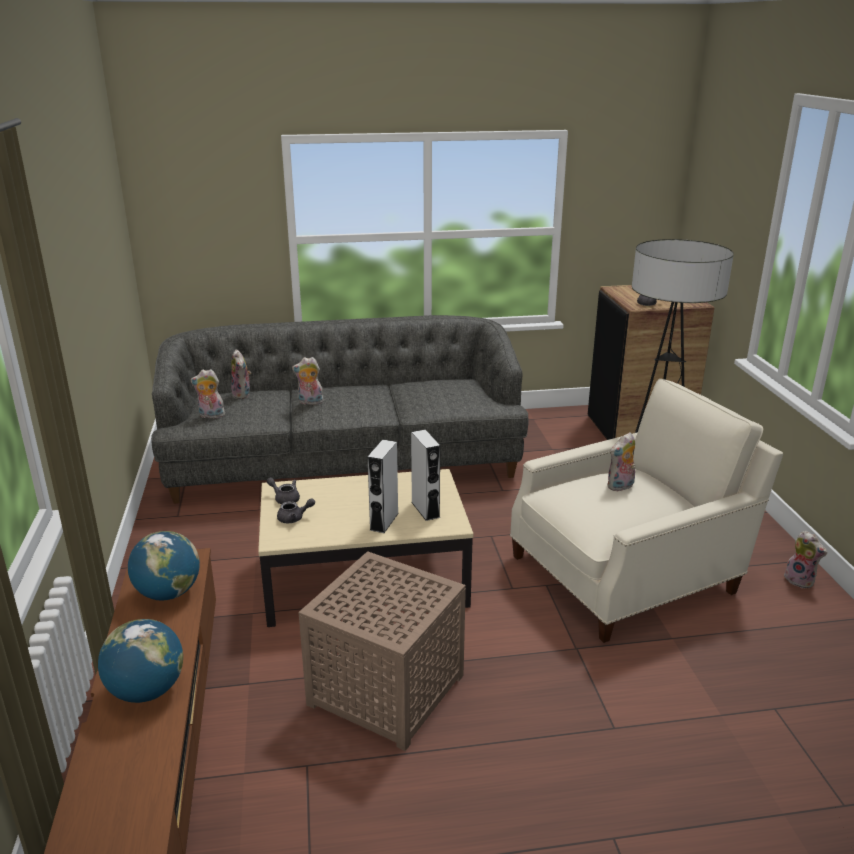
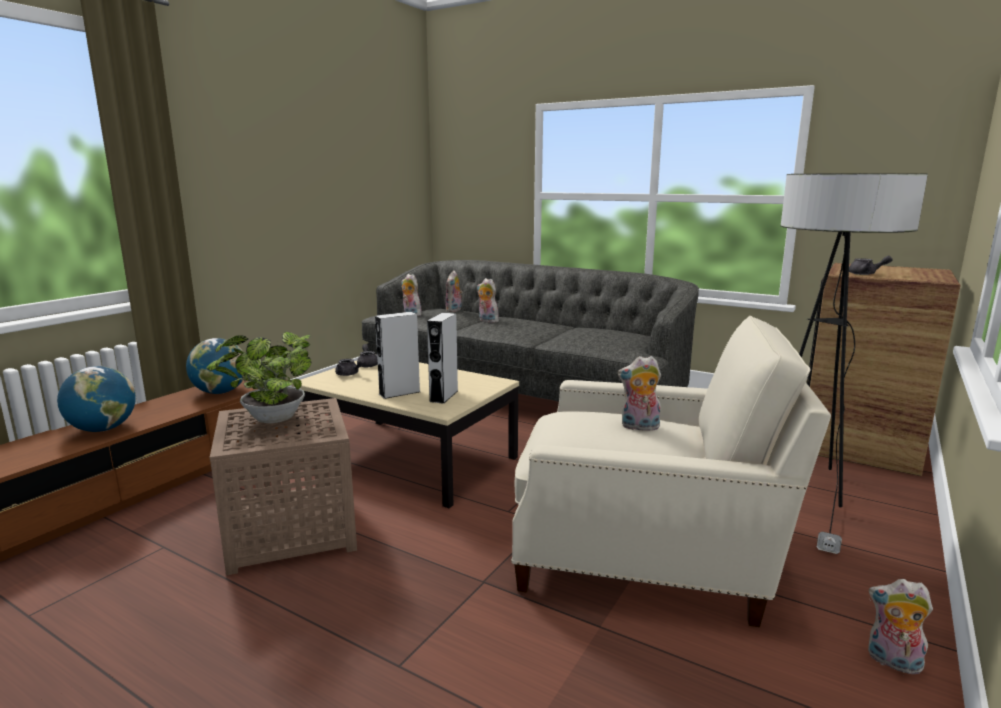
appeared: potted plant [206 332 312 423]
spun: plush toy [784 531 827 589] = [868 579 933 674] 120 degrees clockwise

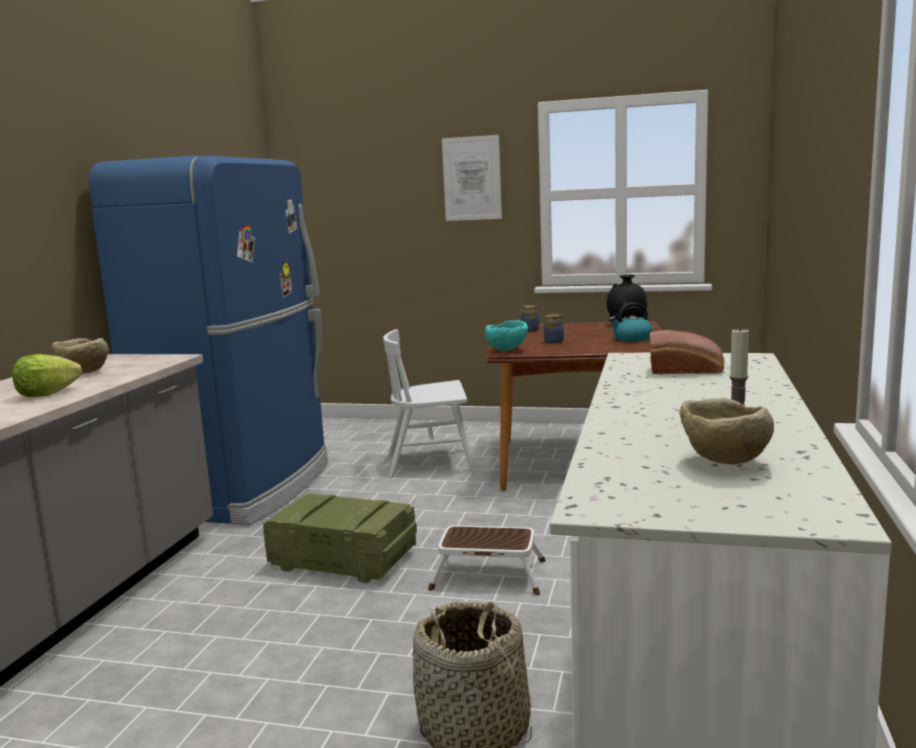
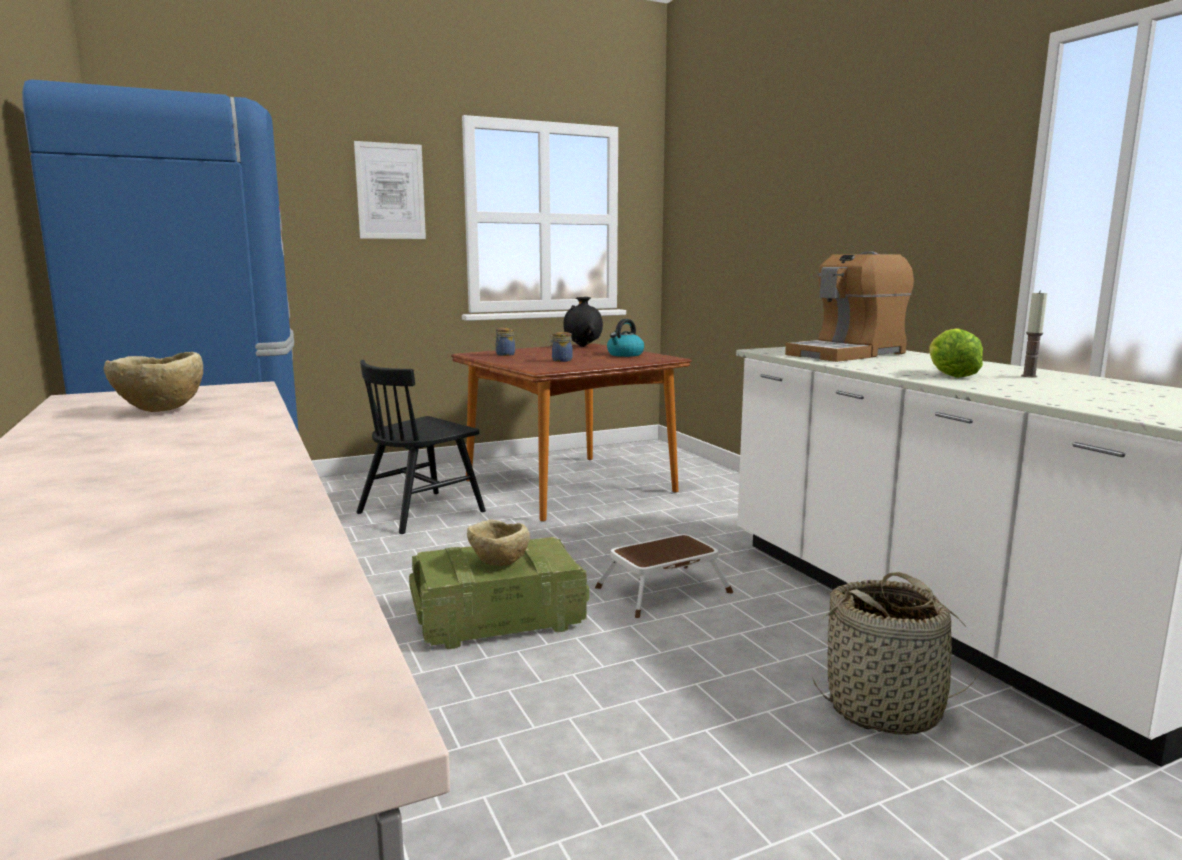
missing: bowl (turquoise) [485 320 528 351]
relocated: lettuce [12 354 82 397] to [929 328 983 378]; bowl (beige) [680 398 774 465] to [467 519 530 566]
exchanged: bread [650 330 724 374] to coffee machine [785 252 914 362]
colour: chair (white) [383 329 475 478] to chair (black) [356 360 486 534]

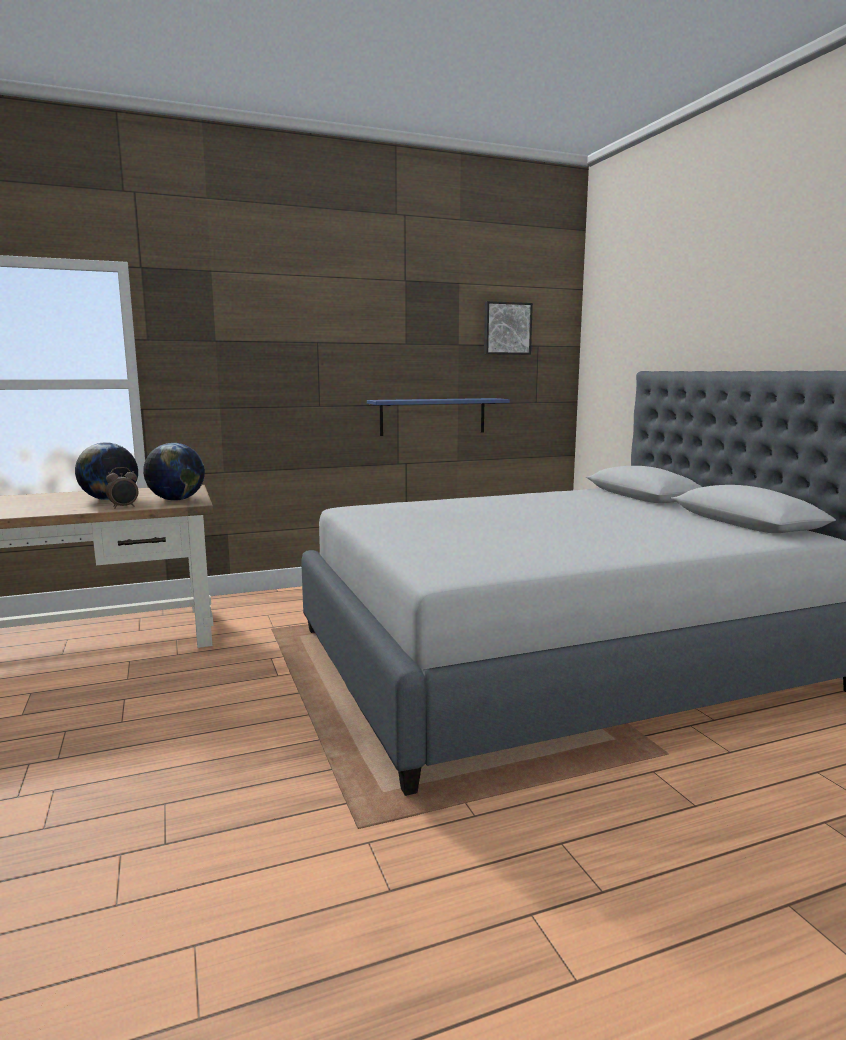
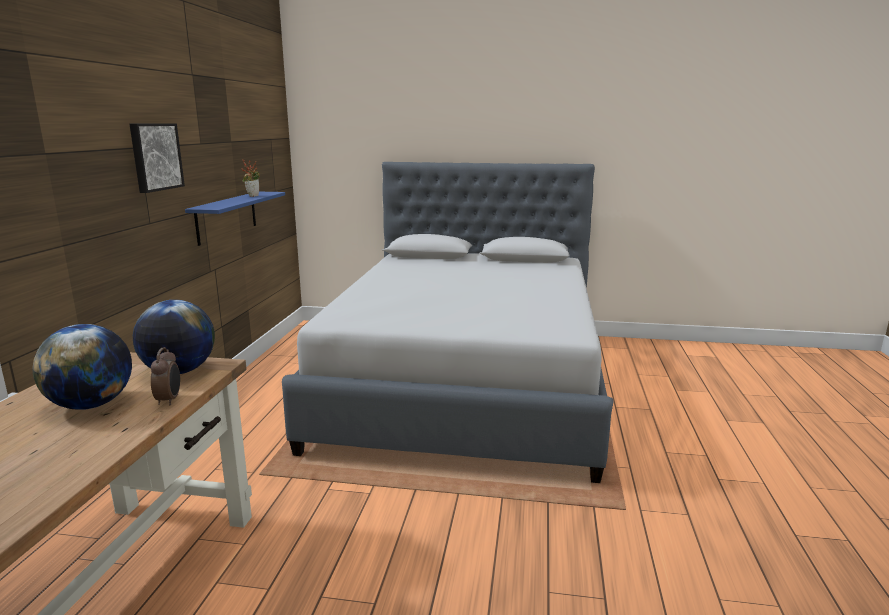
appeared: potted plant [242 159 260 197]
relocated: picture [484 301 533 355] to [129 123 185 193]

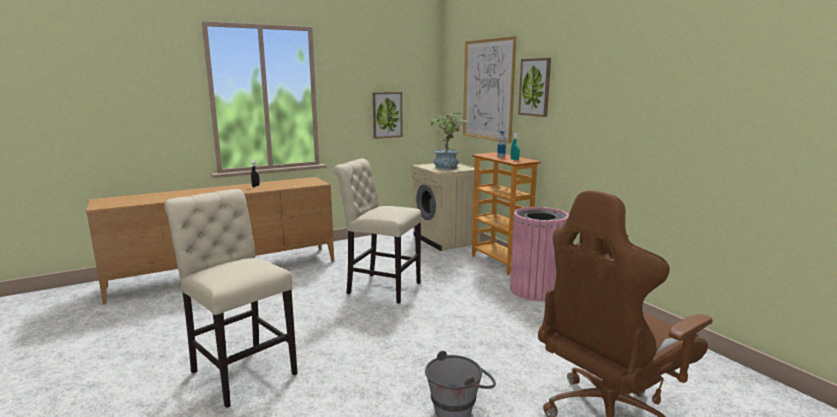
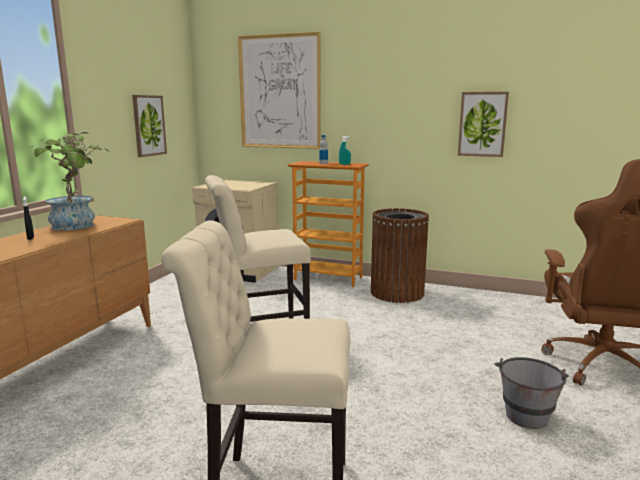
relocated: potted plant [431 113 467 169] to [32 132 109 231]; picture [518 58 551 117] to [458 92 509 157]
colour: trash can (pink) [510 207 569 301] to trash can (brown) [371 208 429 303]

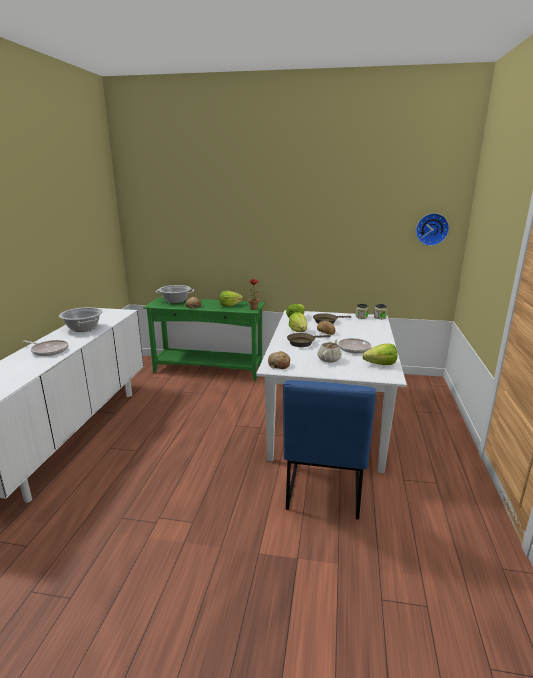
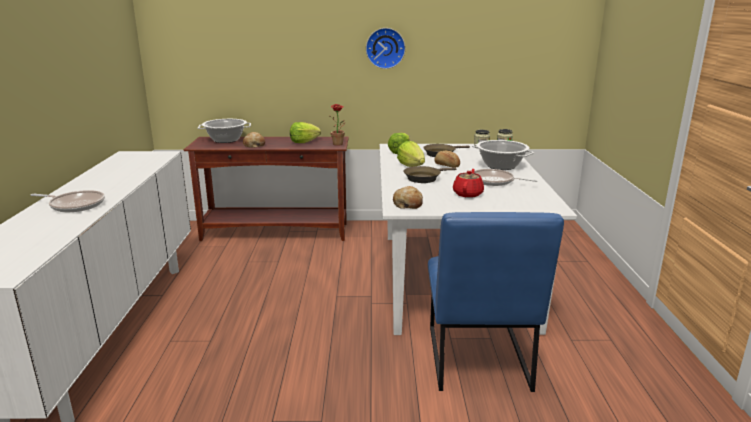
missing: lettuce [362 344 398 365]
relocated: cooking pot [59 307 103 332] to [472 140 534 170]; wall clock [416 213 449 246] to [366 28 405 69]
colour: console table (green) [143 297 265 381] to console table (brown) [184 137 349 241]; teapot (beige) [317 339 342 362] to teapot (red) [453 169 484 198]

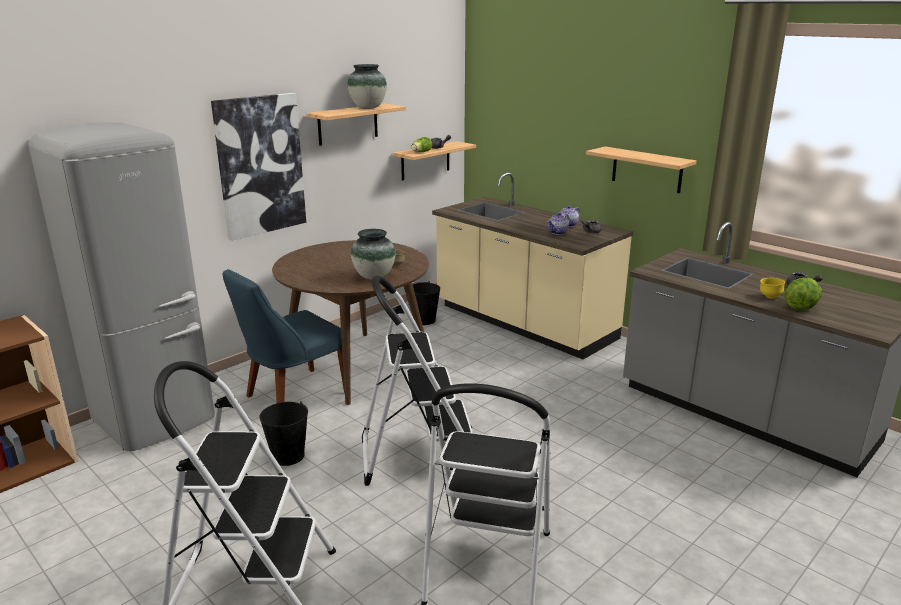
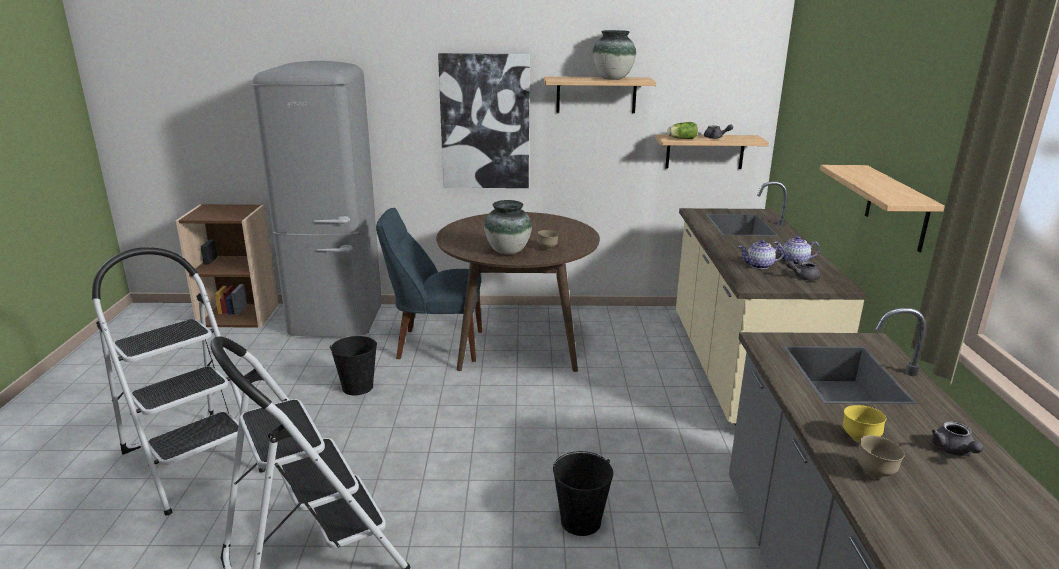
missing: step ladder [362 275 473 486]
relocated: bucket (black) [413 281 440 325] to [553 451 613 536]
exchanged: lettuce [784 278 822 310] to bowl (brown) [856 435 905 478]

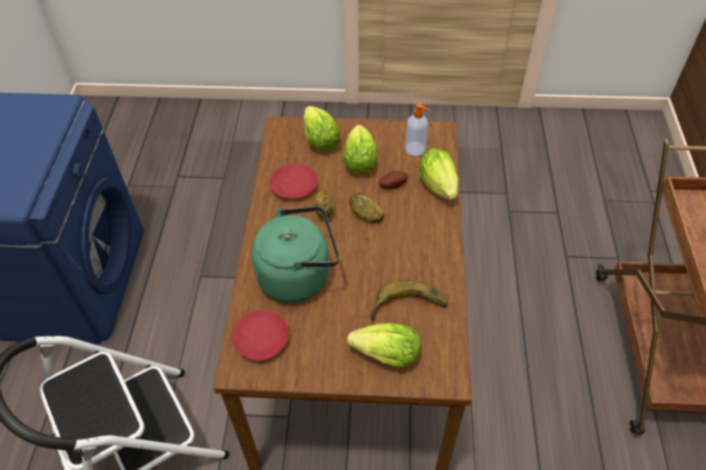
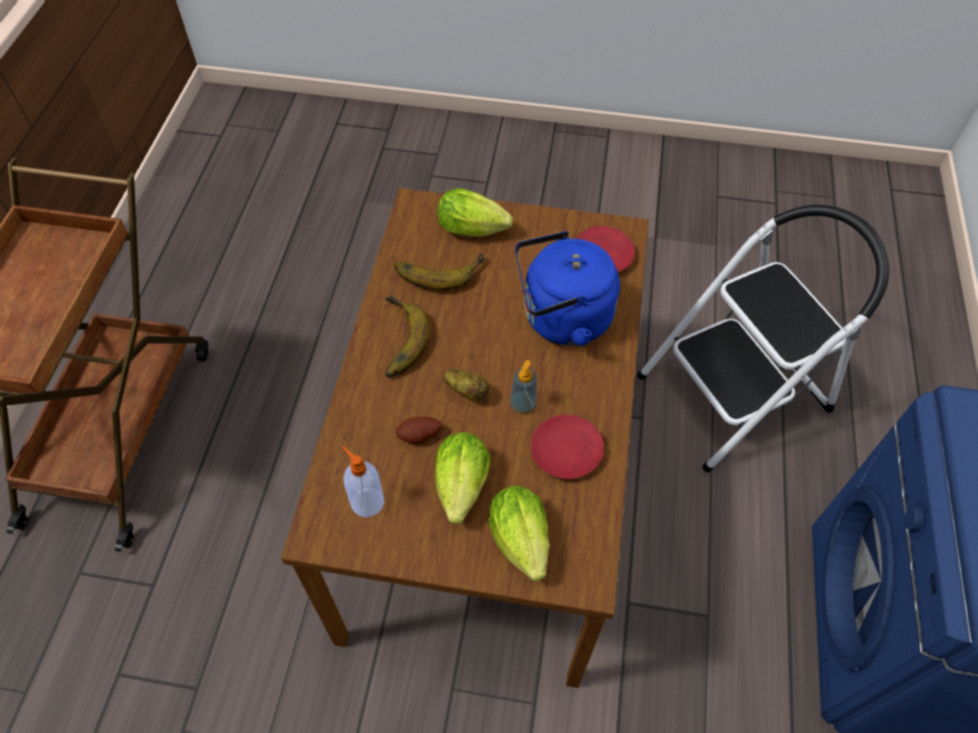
missing: lettuce [419 148 459 200]
appeared: banana [385 295 430 378]
exchanged: potato [314 191 334 218] to soap dispenser [510 360 537 414]
colour: kettle (green) [251 206 339 303] to kettle (blue) [515 231 620 346]

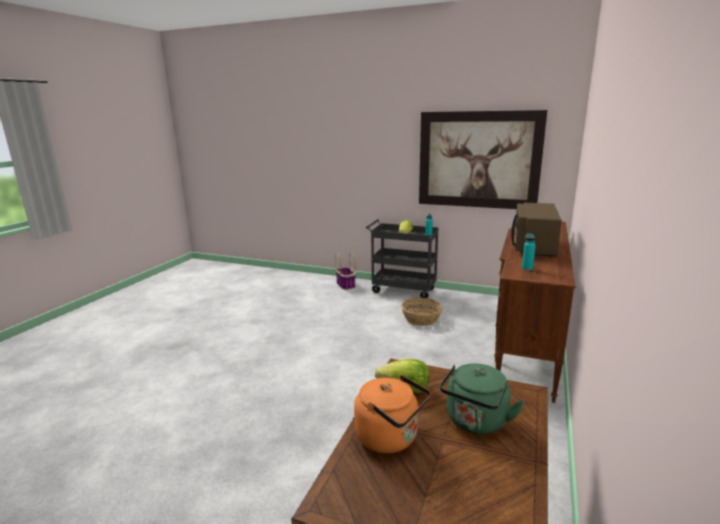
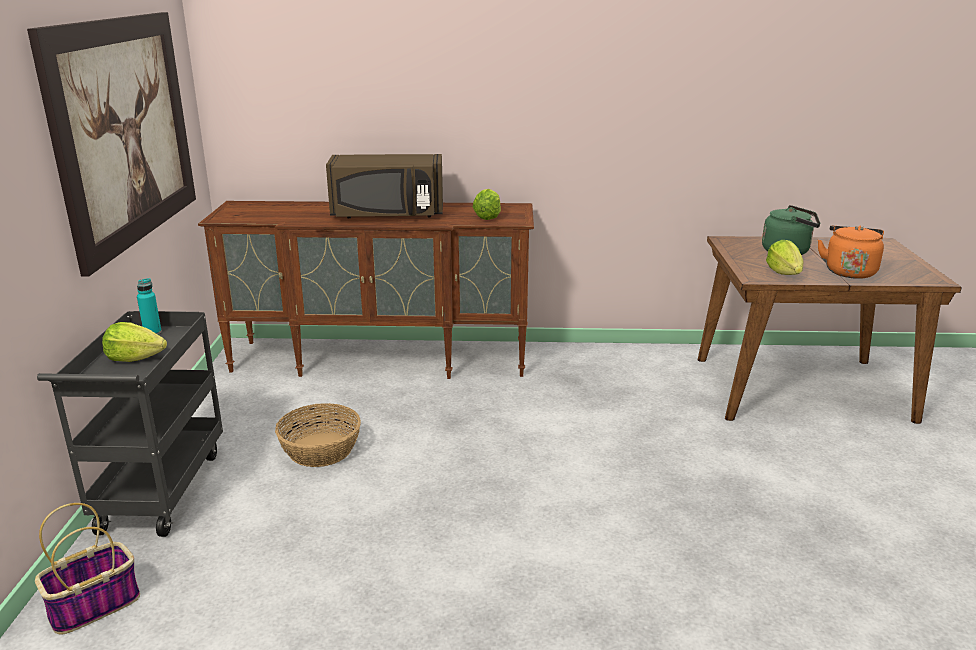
exchanged: bottle (turquoise) [522 233 536 270] to lettuce [473 189 501 220]

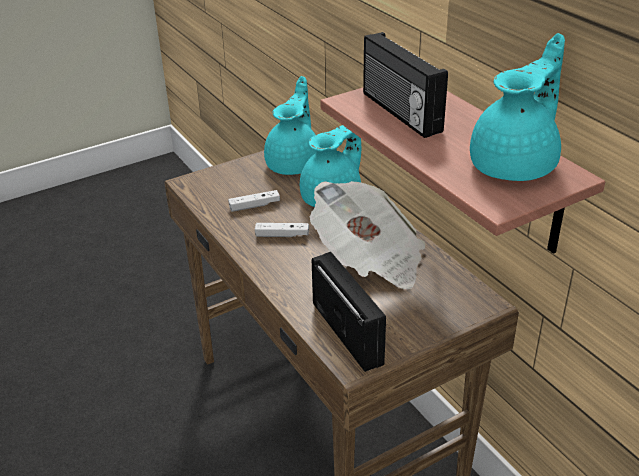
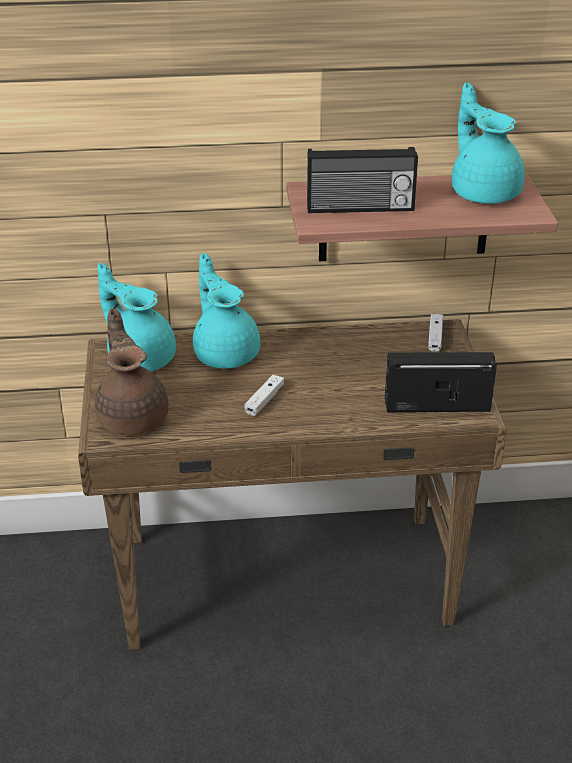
missing: newspaper [309 181 426 290]
appeared: teapot (brown) [95 309 169 436]
relocated: game controller (white) [228 190 280 212] to [428 314 443 352]

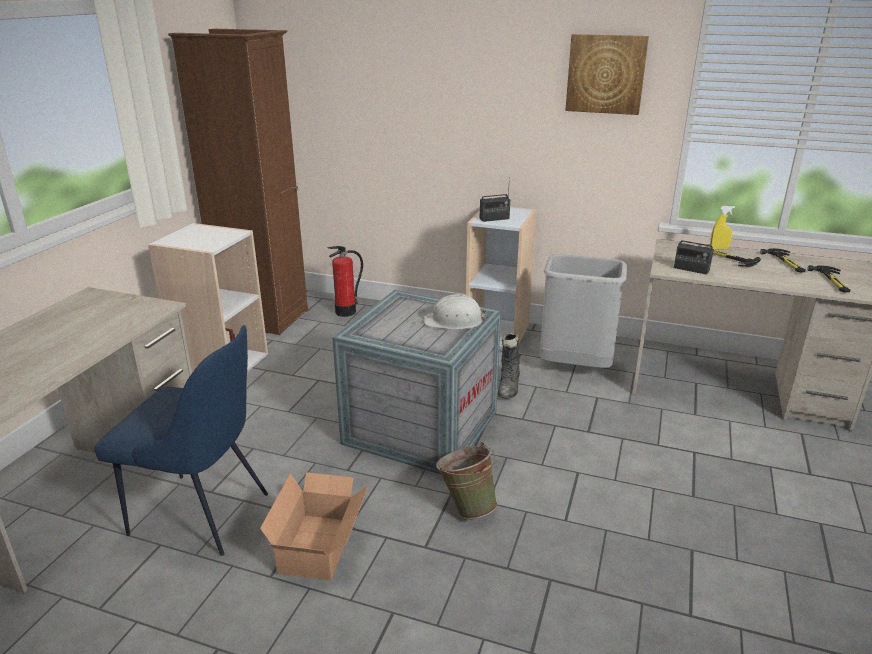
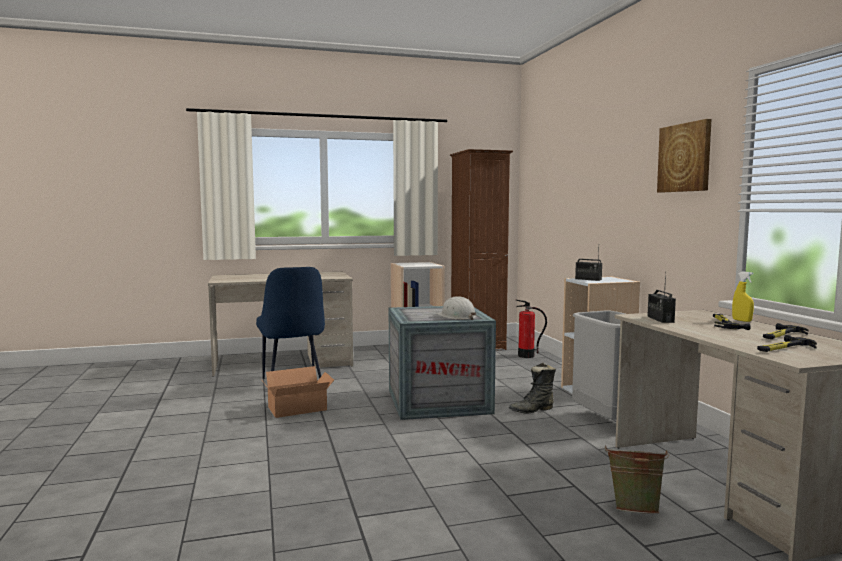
relocated: bucket (green) [436 442 497 519] to [605 446 669 514]

